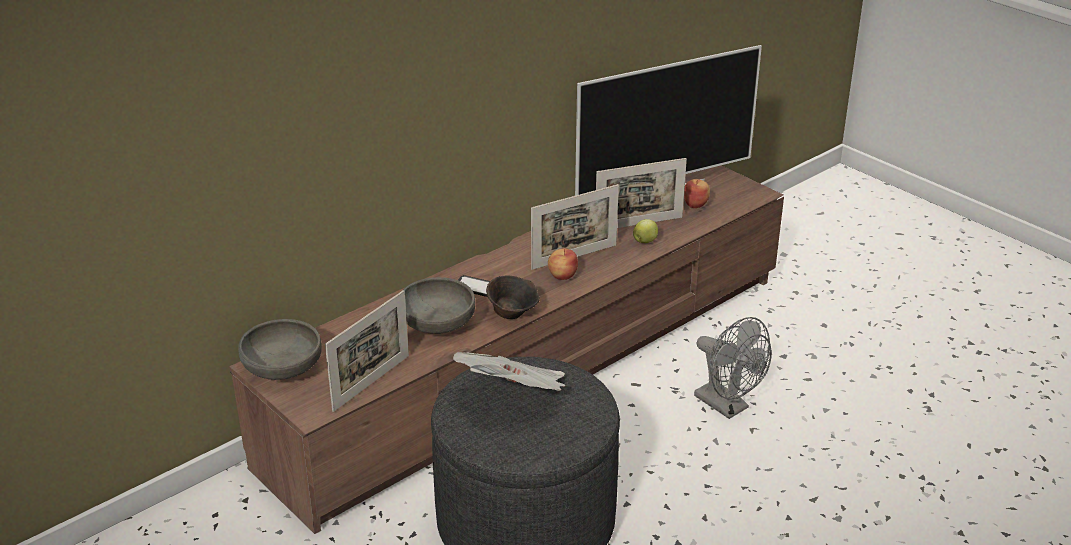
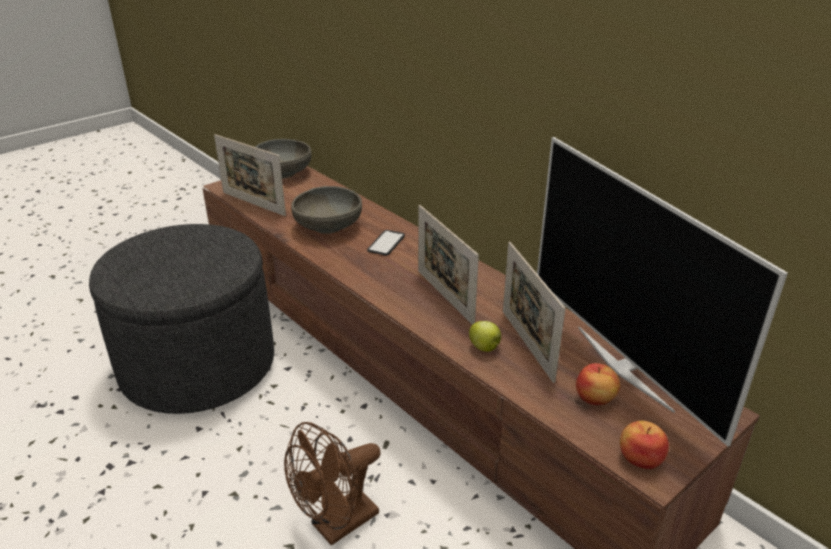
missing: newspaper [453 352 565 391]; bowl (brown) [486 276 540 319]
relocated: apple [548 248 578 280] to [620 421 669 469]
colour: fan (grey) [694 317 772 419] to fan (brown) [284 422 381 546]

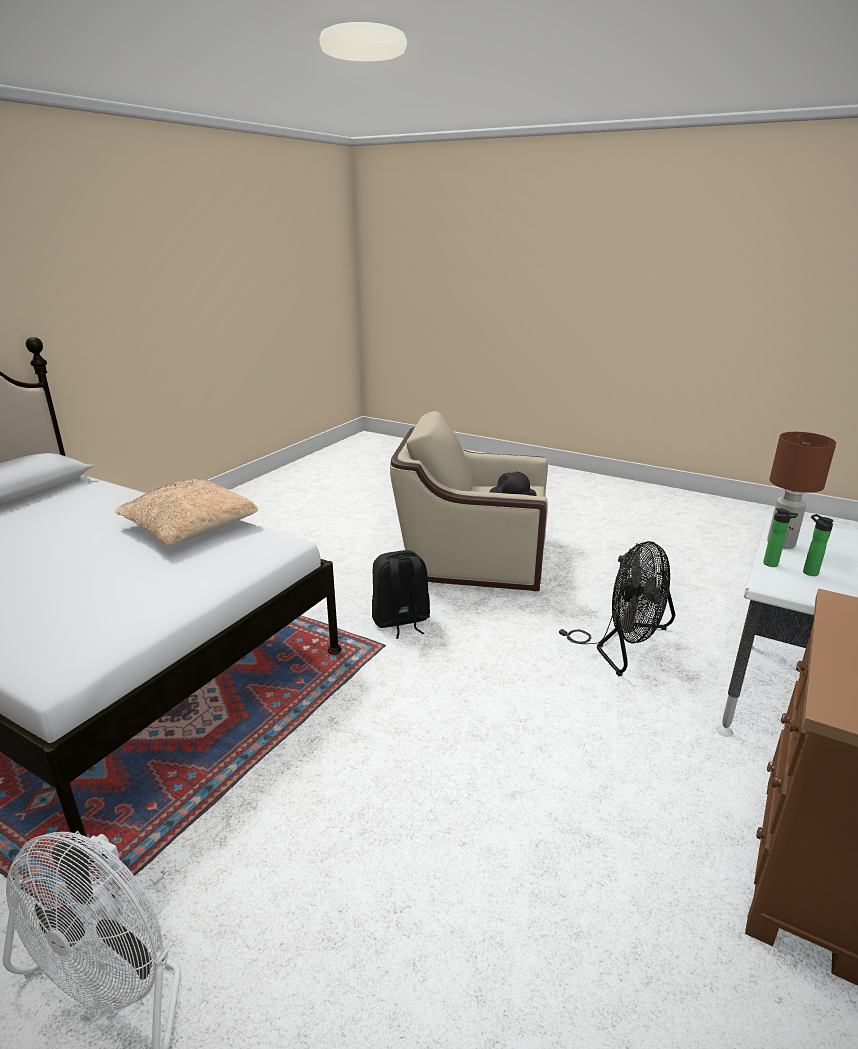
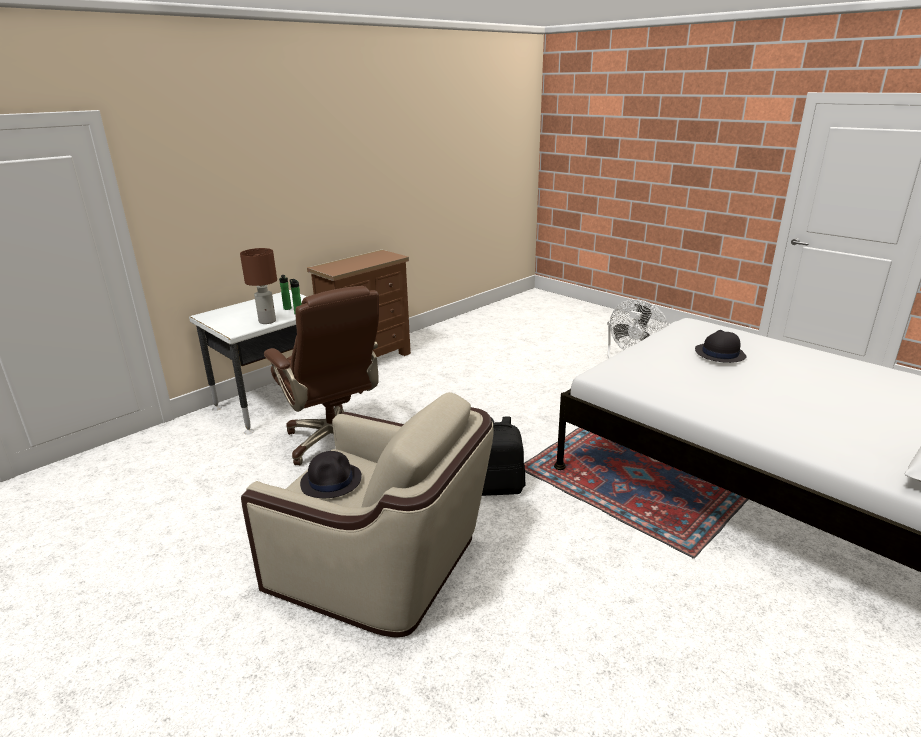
missing: pillow (beige) [115 479 258 545]
appeared: hat (black) [695 330 747 363]
exchanged: fan (black) [559 541 675 676] to office chair (brown) [264 286 379 466]

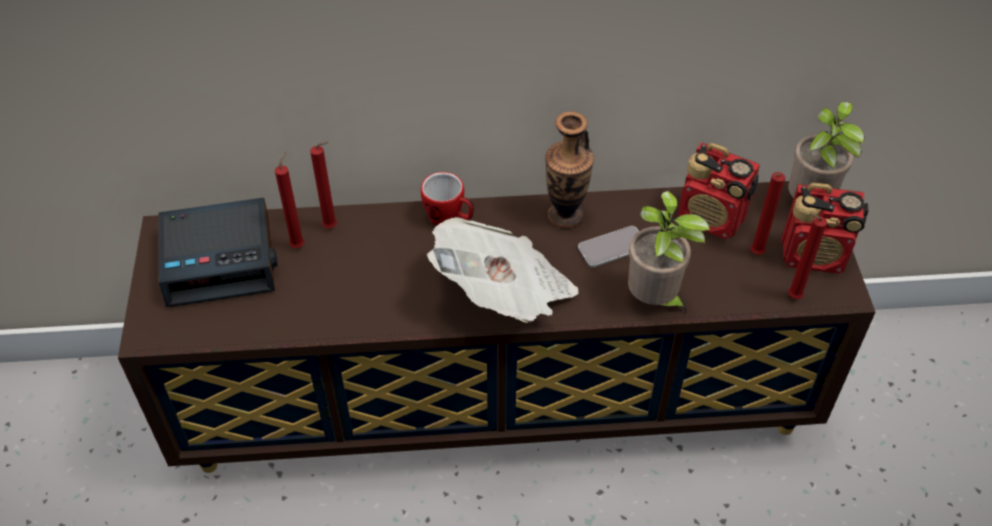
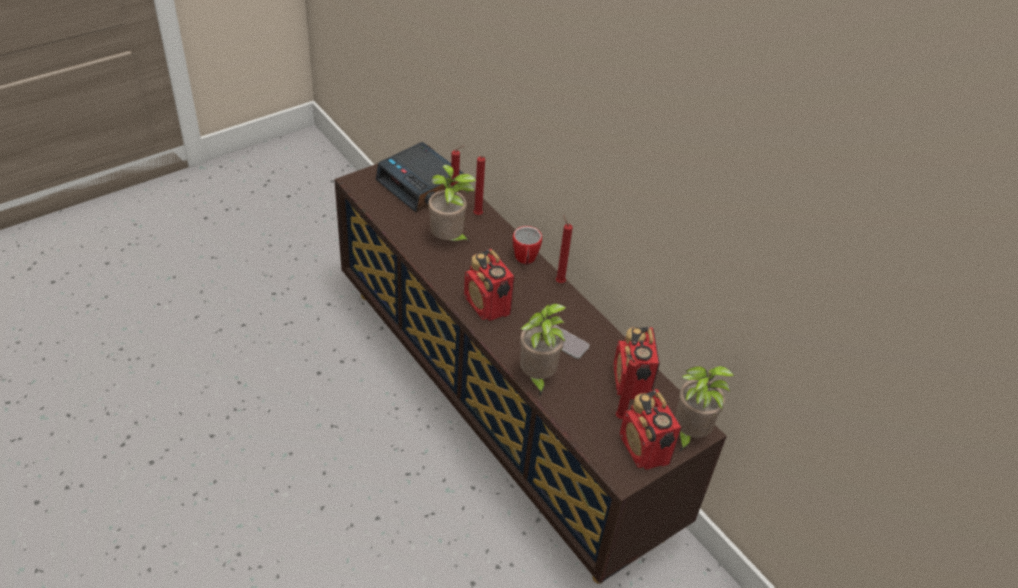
missing: vase [545 111 594 228]
appeared: potted plant [428 165 476 243]
relocated: candle (red) [788 213 827 299] to [556 215 573 283]
exchanged: newspaper [427 217 579 323] to radio [464 249 515 321]

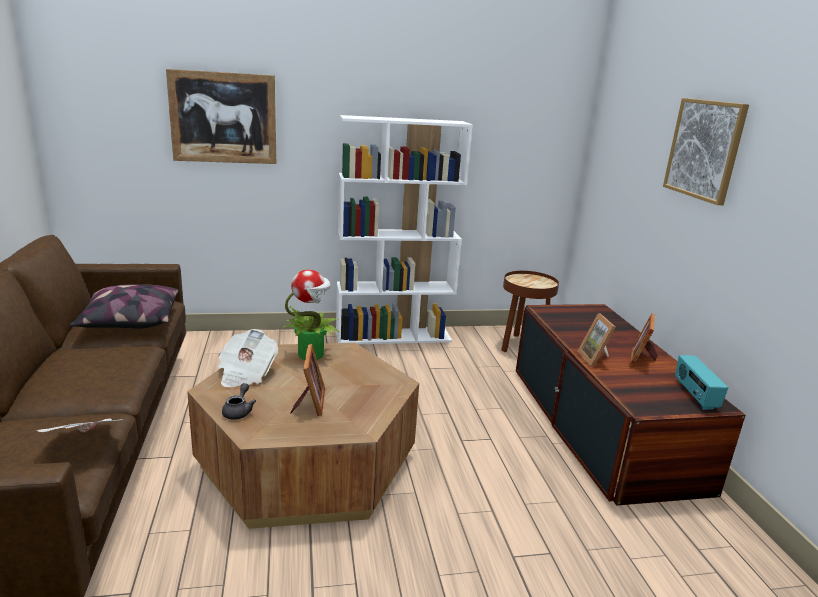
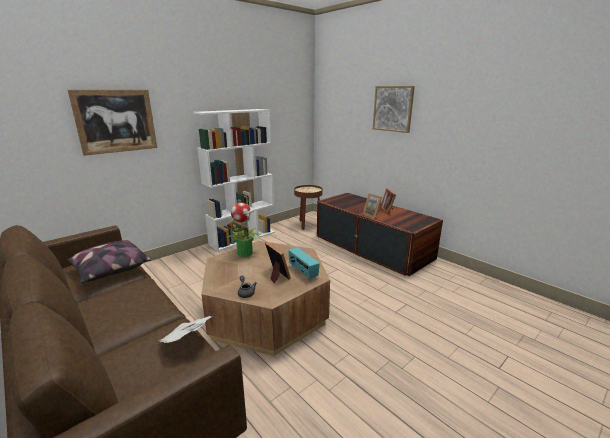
missing: newspaper [218 329 278 387]
relocated: radio [675 355 728 410] to [288 247 320 280]

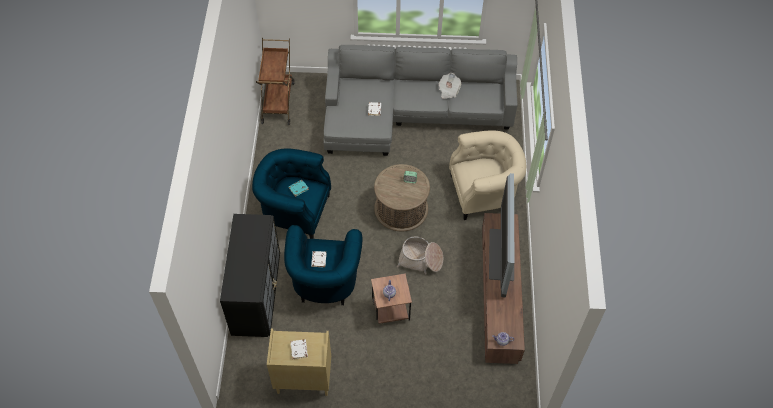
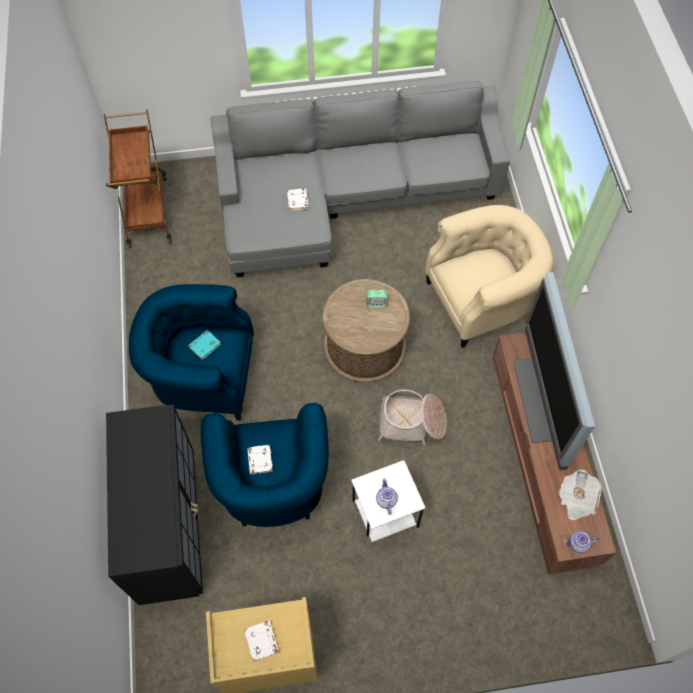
relocated: newspaper [438 73 462 99] to [559 470 602 520]
colour: side table (brown) [371 273 412 324] to side table (white) [351 460 426 543]

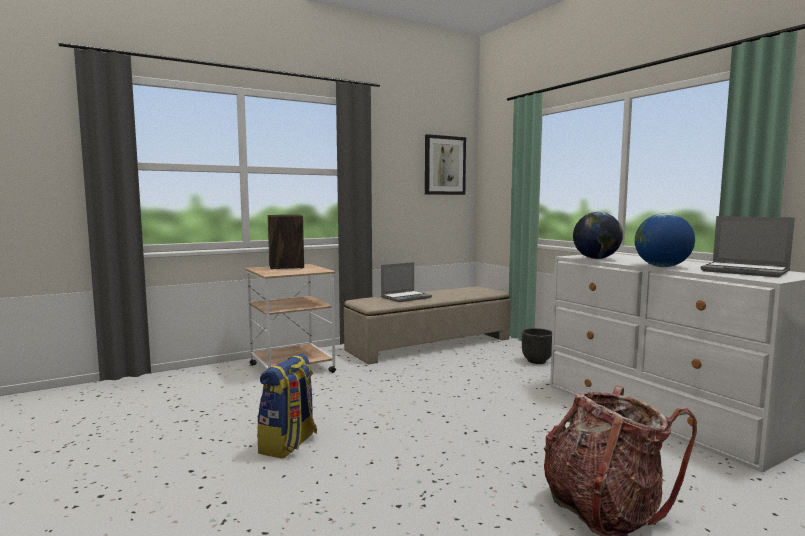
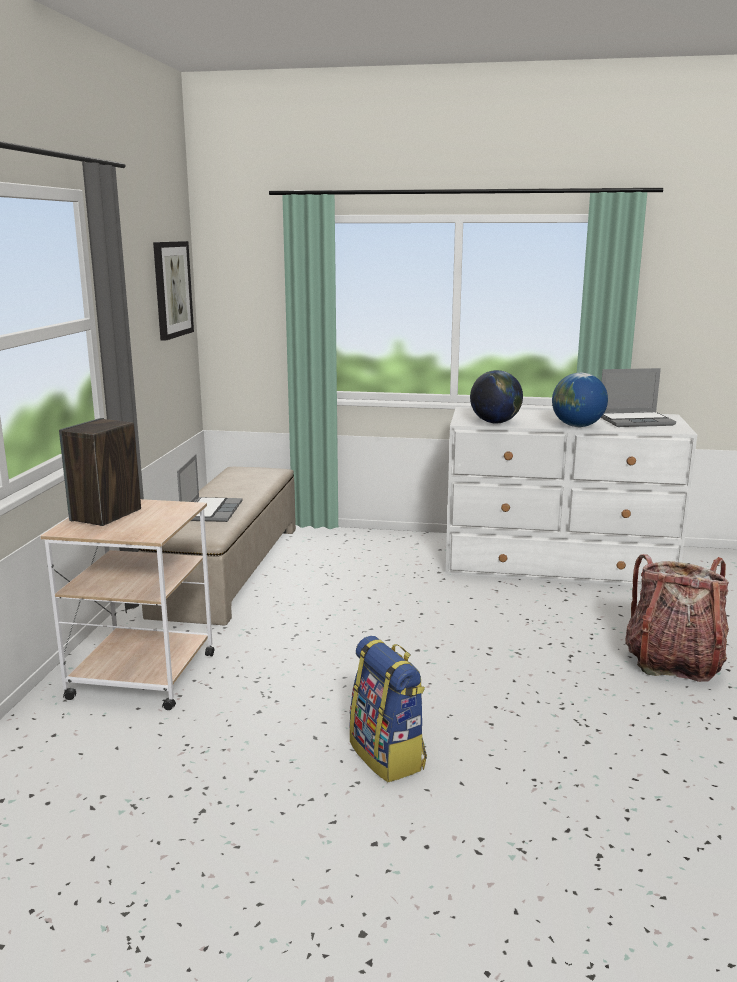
missing: planter (black) [522 328 552 364]

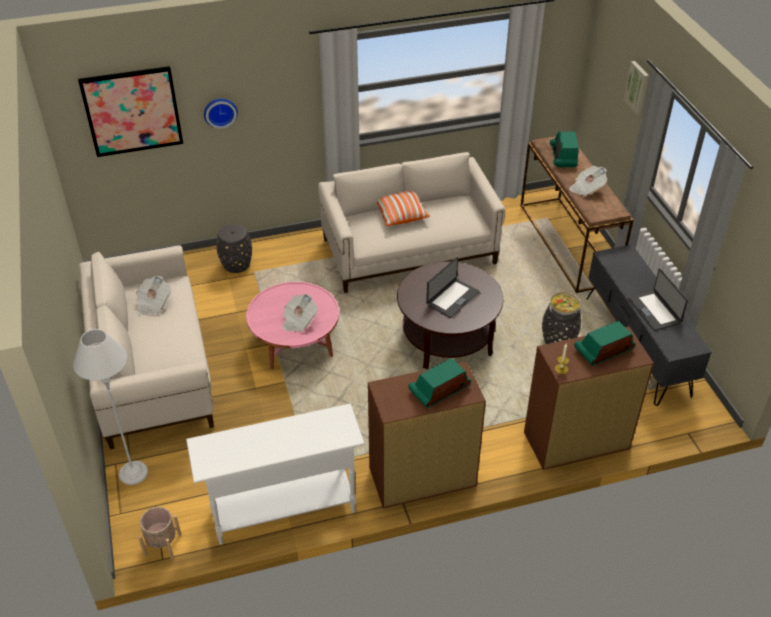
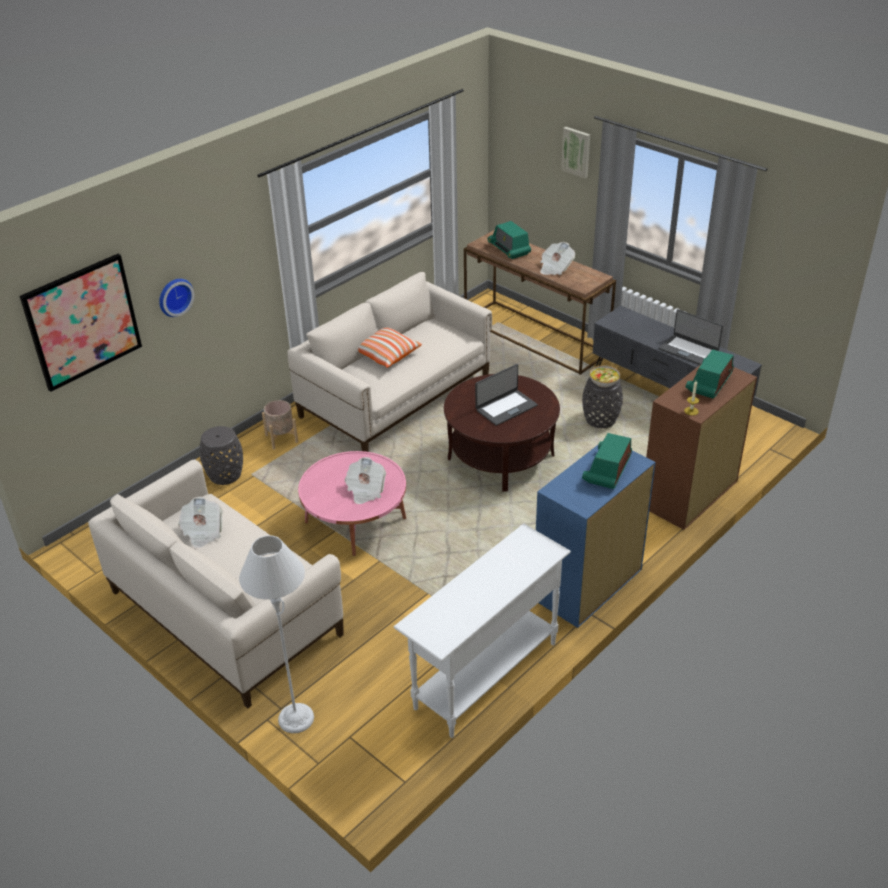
relocated: planter (beige) [138 507 181 560] to [262 400 298 450]
colour: cabinet (brown) [368 361 486 509] to cabinet (blue) [536 440 656 628]
spun: laptop [426 257 480 318] = [475 364 538 426] 45 degrees clockwise

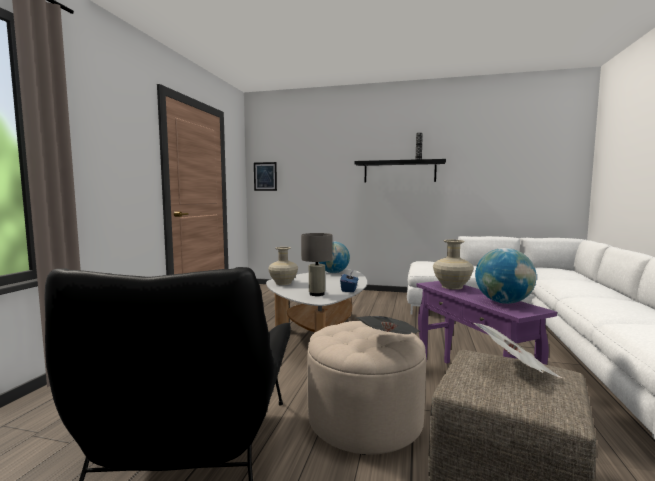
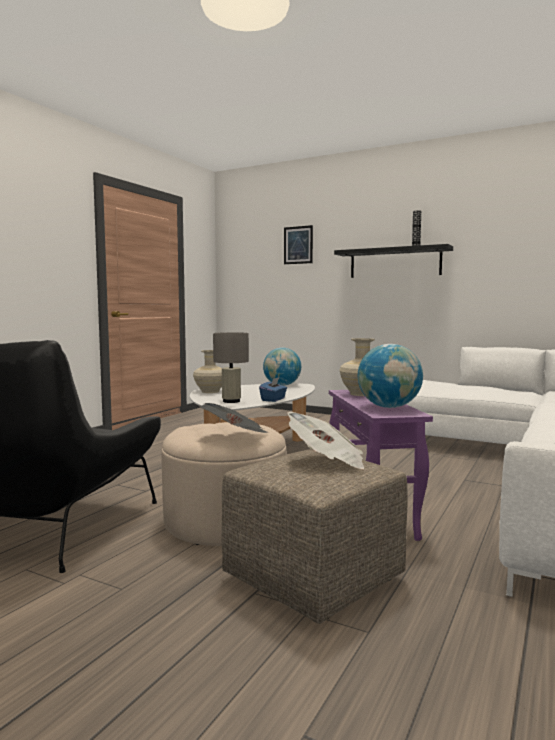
relocated: picture [254 162 277 191] to [284 225 313 264]

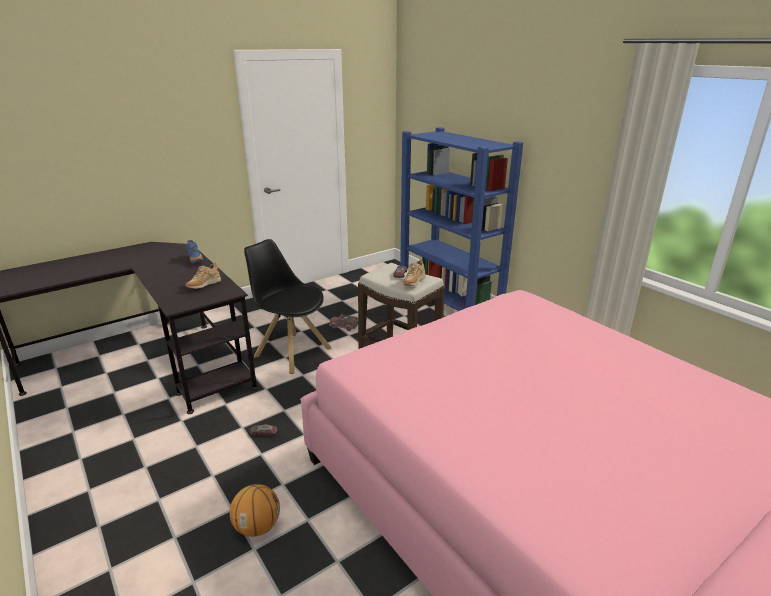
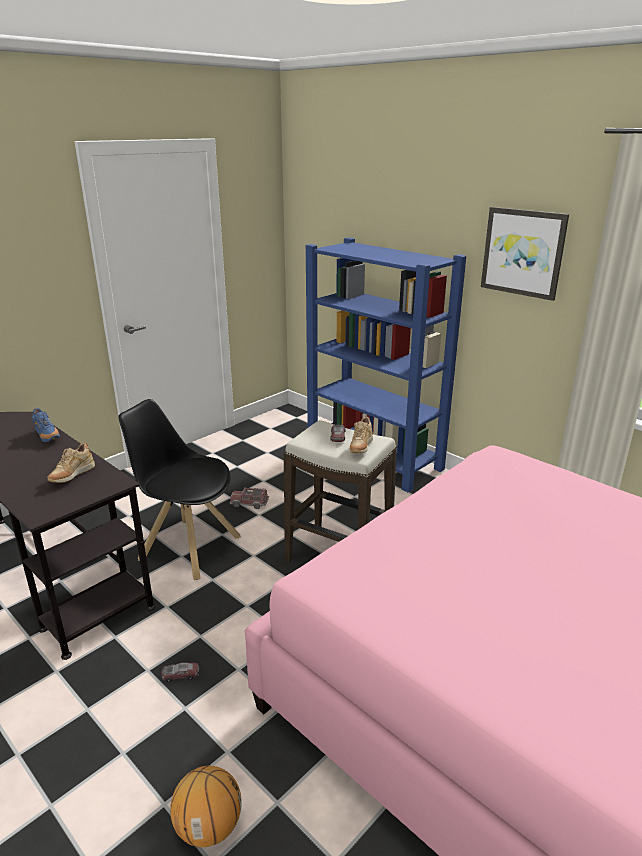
appeared: picture [481 207 569 301]

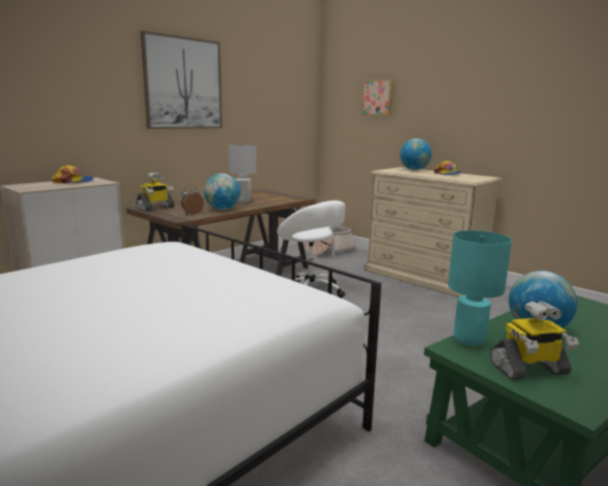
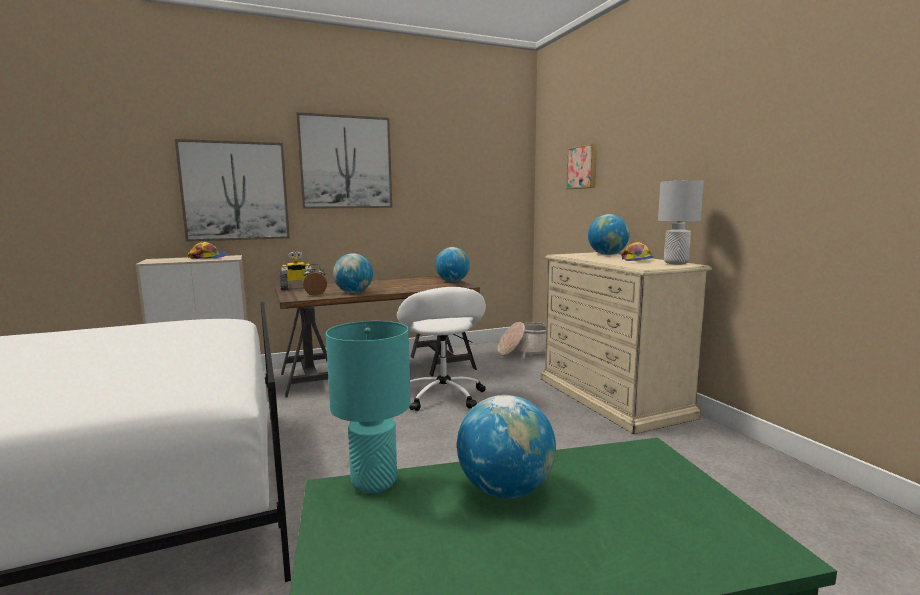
missing: toy robot [490 301 579 380]
appeared: picture [175 139 290 242]; globe [435 247 470 282]
relocated: table lamp (grey) [228 145 256 203] to [658 180 704 265]

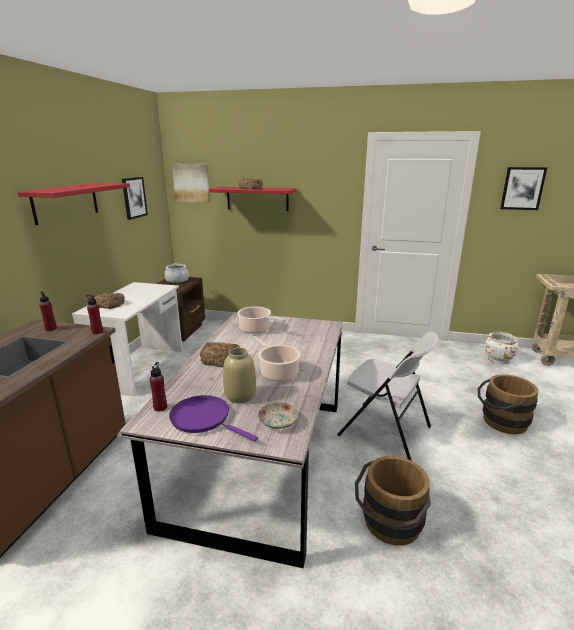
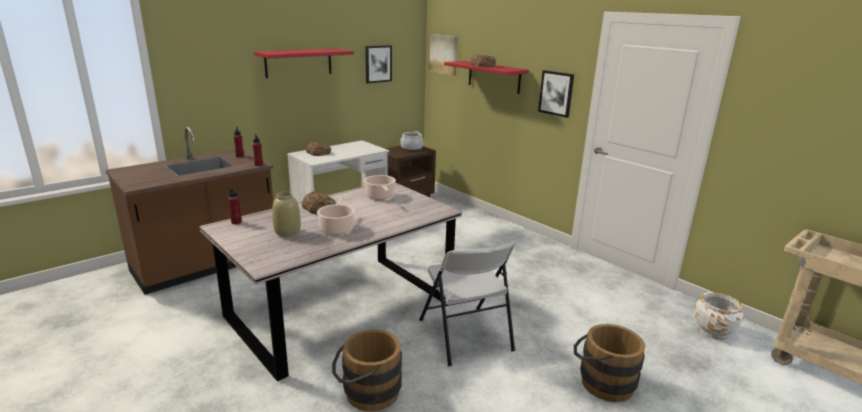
missing: frying pan (purple) [169 395 258 442]; plate [258 402 298 429]
relocated: picture [500 167 547 210] to [538 70 574 118]

